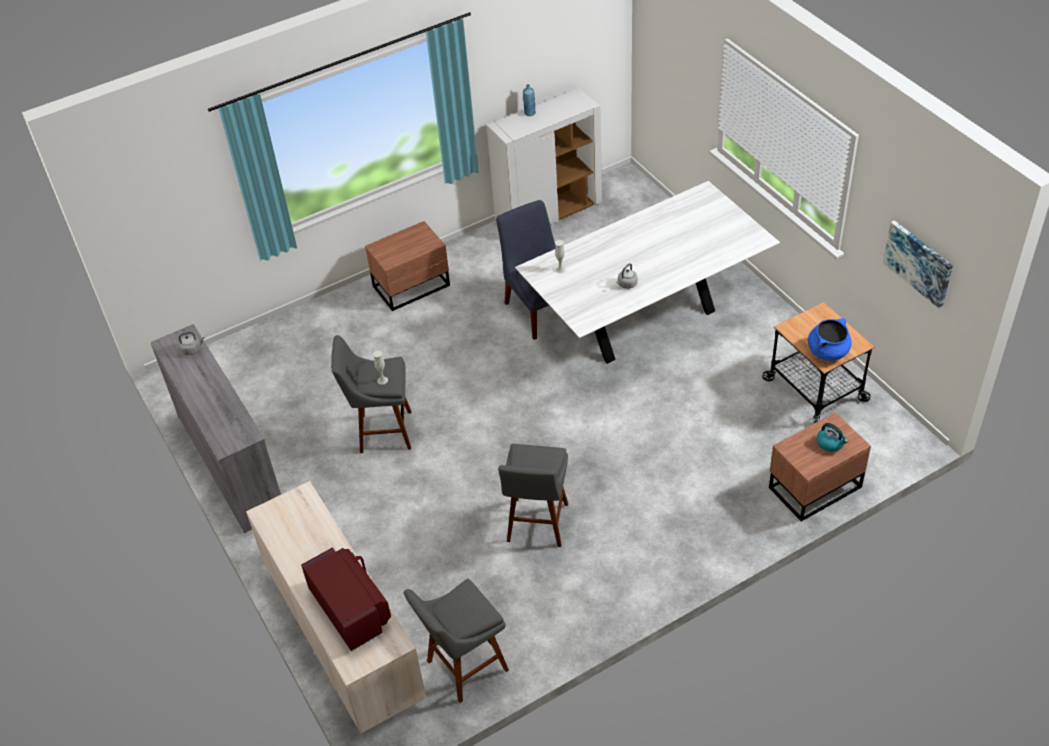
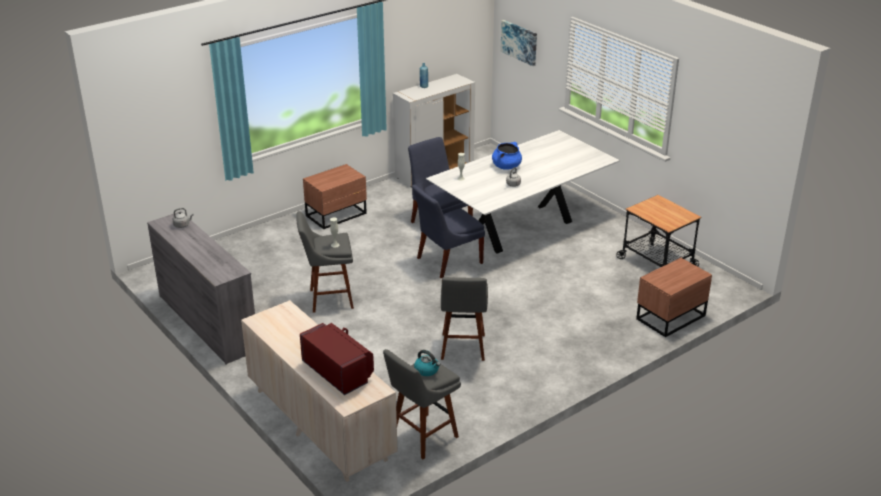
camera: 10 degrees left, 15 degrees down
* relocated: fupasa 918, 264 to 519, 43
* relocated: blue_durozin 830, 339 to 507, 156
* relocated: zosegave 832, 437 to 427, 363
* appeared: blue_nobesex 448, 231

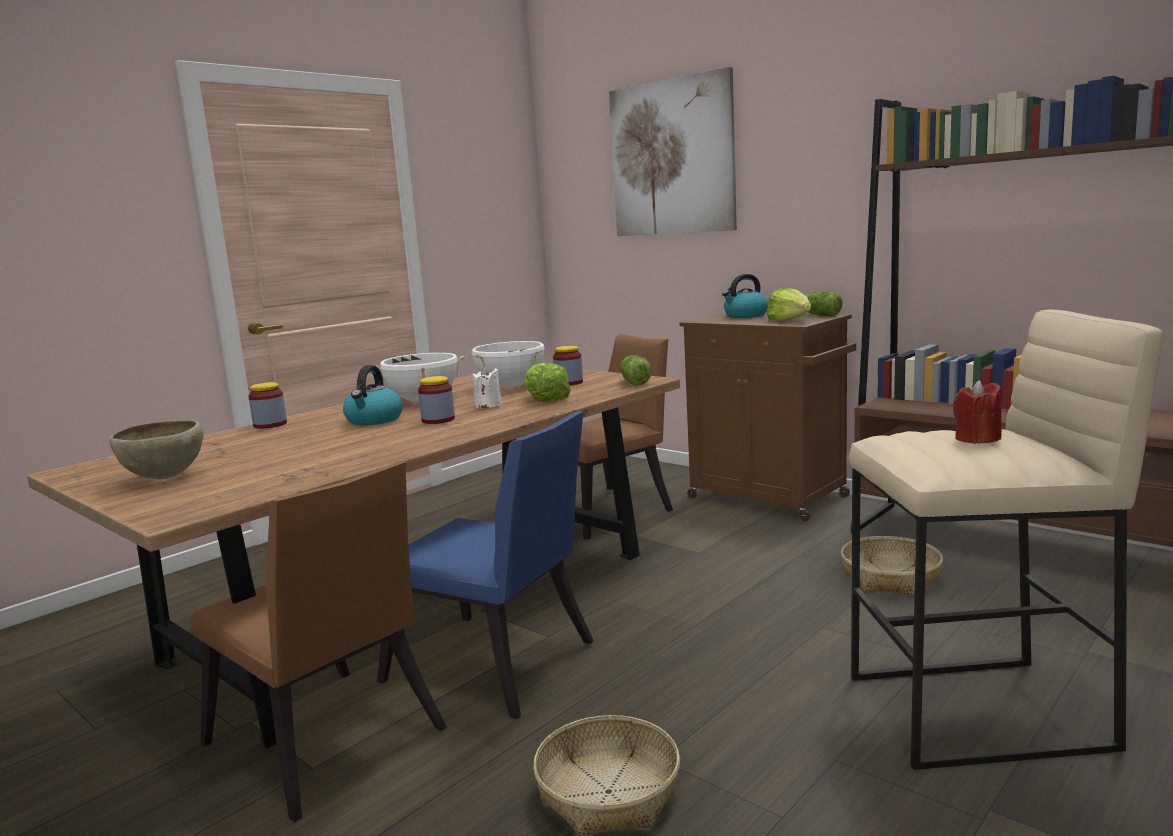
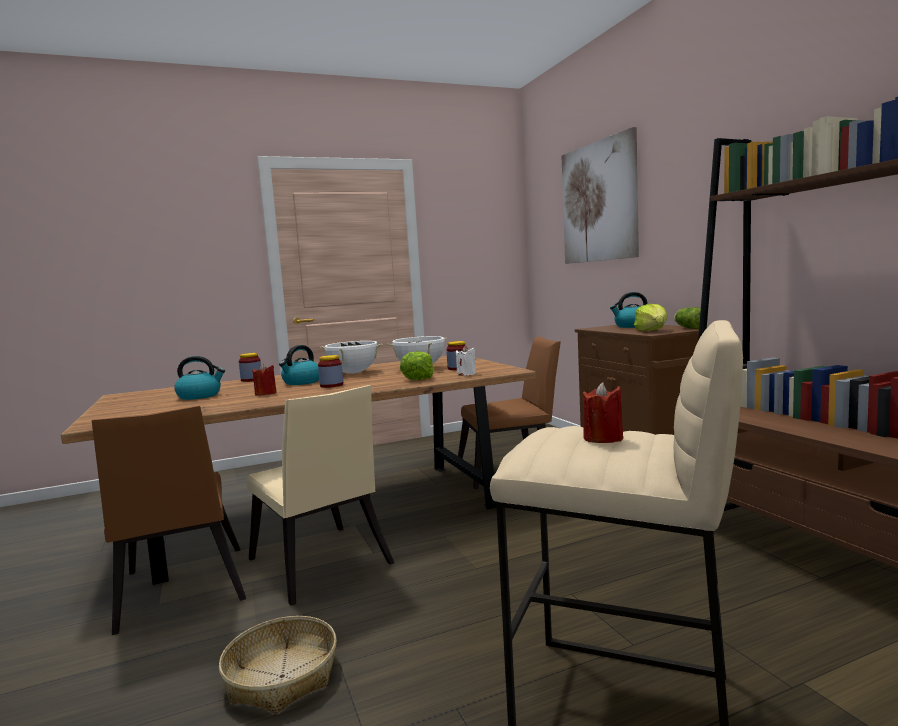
camera: 25 degrees right, 5 degrees down
* missing: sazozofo 636, 370
* relocated: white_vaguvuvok 487, 387 to 466, 360
* colour: blue_nobesex 485, 565 to beige_nobesex 321, 495
* missing: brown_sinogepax 156, 449
* missing: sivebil 892, 566
* appeared: zosegave 199, 378
* appeared: red_vaguvuvok 264, 379

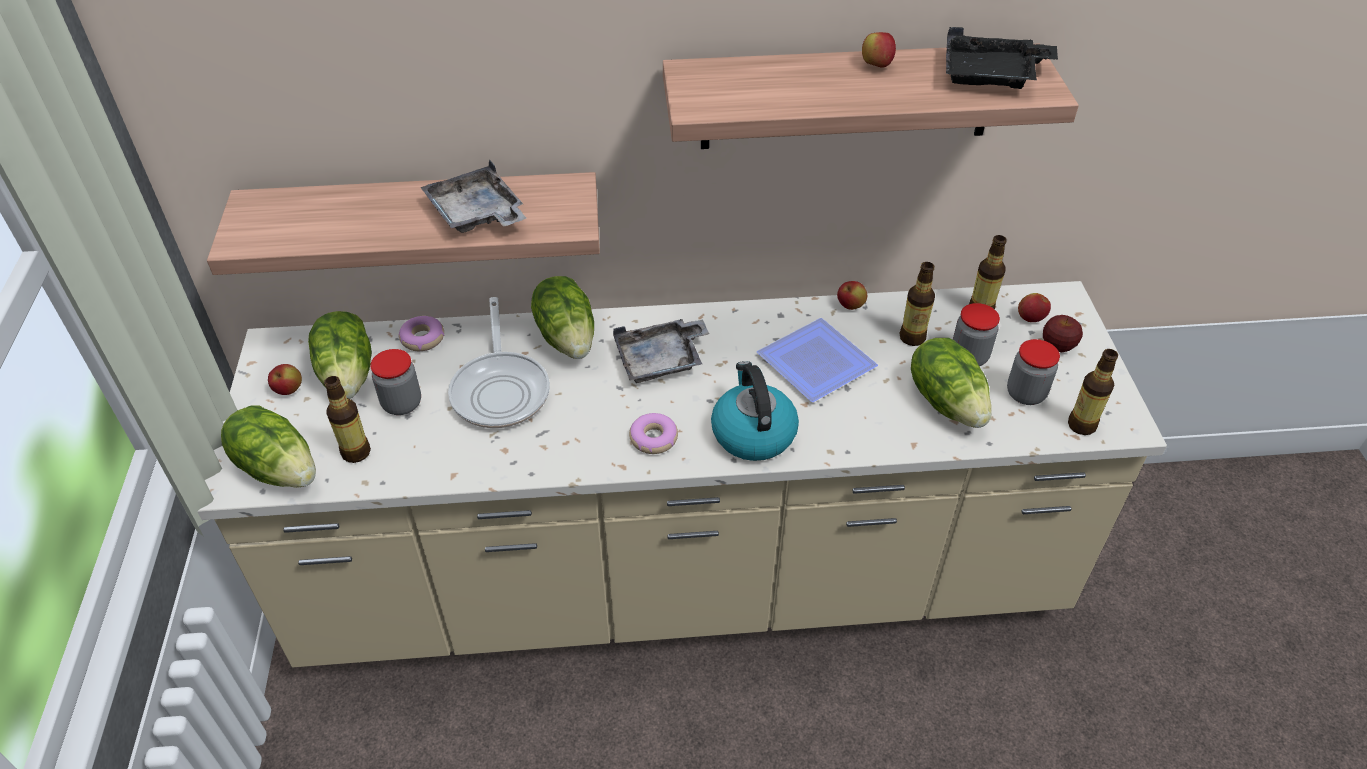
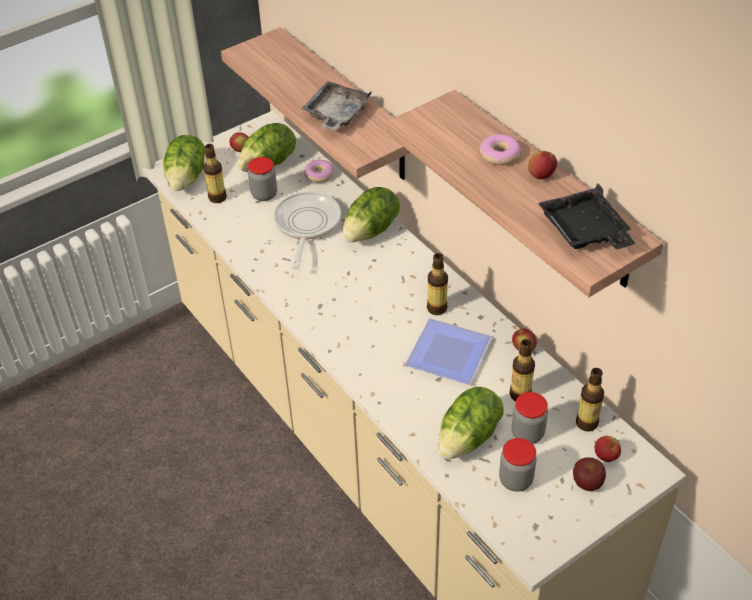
camera: 60 degrees right, 0 degrees up
* spun: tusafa 499, 362 = 307, 230 135 degrees clockwise
* missing: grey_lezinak 661, 351
* relocated: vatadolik 1093, 392 to 437, 284
* missing: zosegave 755, 411
* relocated: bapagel 653, 433 to 500, 149

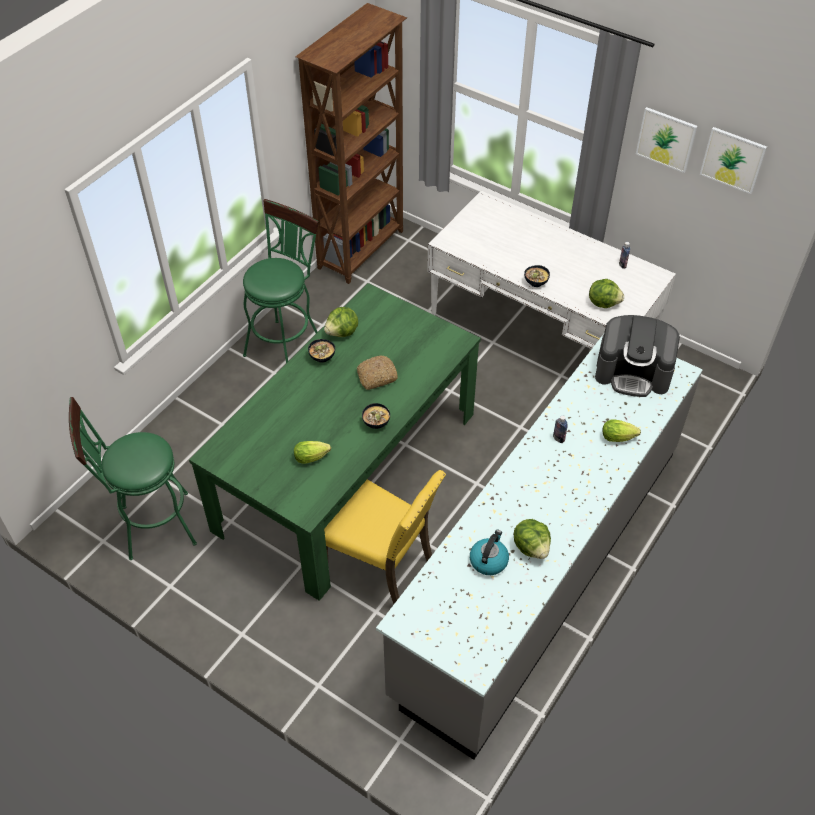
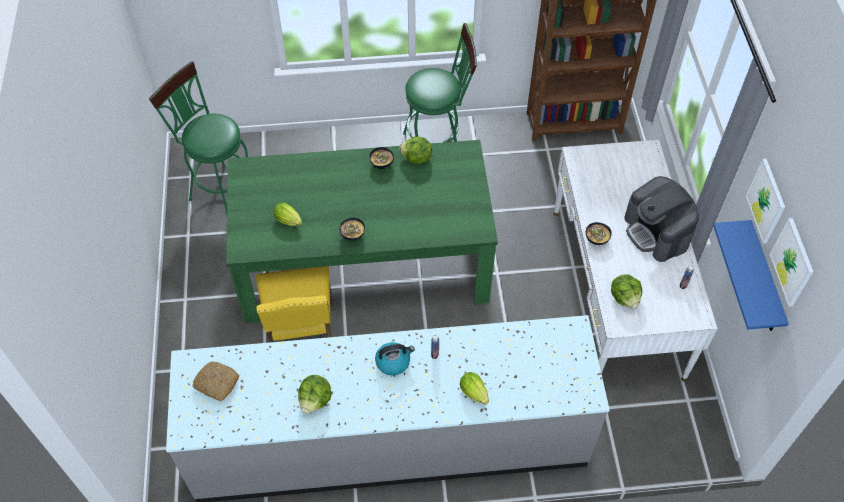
camera: 50 degrees right, 5 degrees up
* relocated: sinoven 637, 356 to 662, 219
* relocated: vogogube 377, 372 to 216, 381
* relocated: zosegave 489, 552 to 395, 359
* appeared: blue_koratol 751, 275

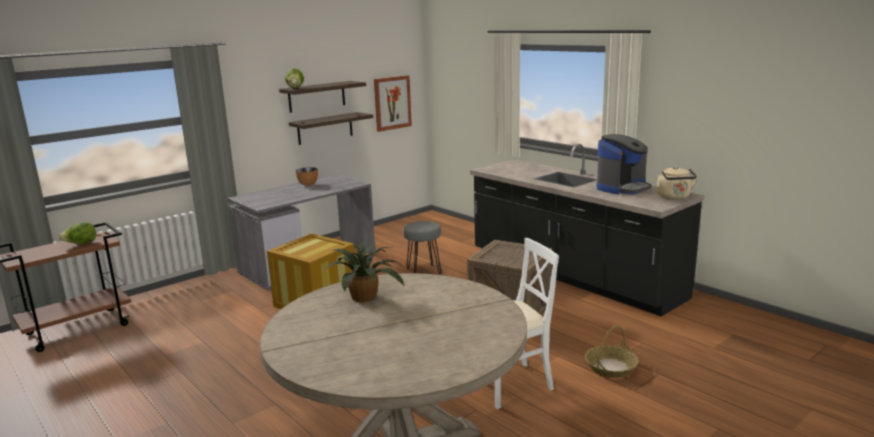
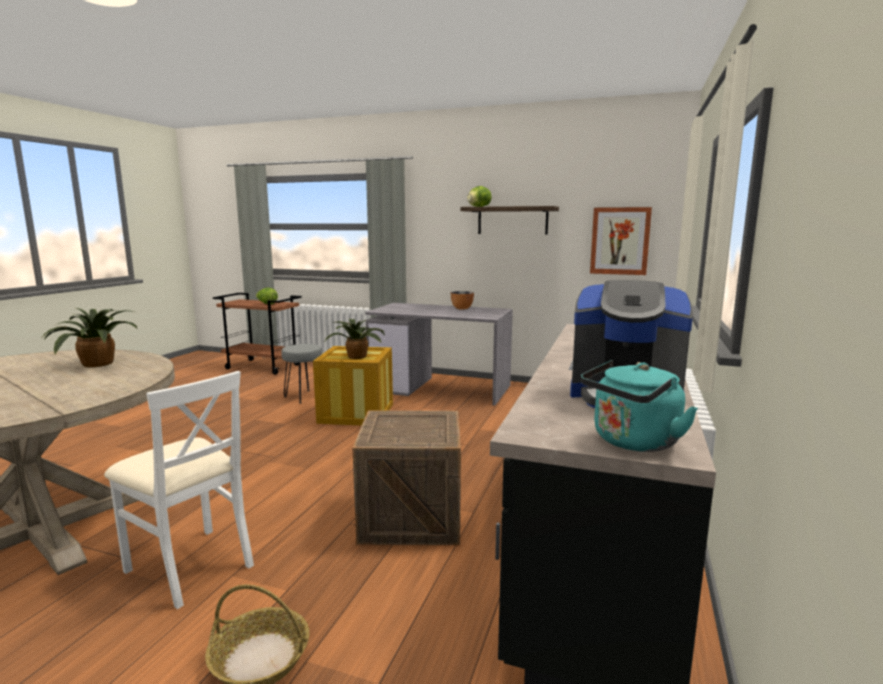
camera: 60 degrees right, 5 degrees down
* missing: koratol 331, 128
* colour: beige_zosegave 677, 182 to turquoise_zosegave 639, 406
* relocated: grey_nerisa 422, 248 to 301, 373
* appeared: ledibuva 355, 339

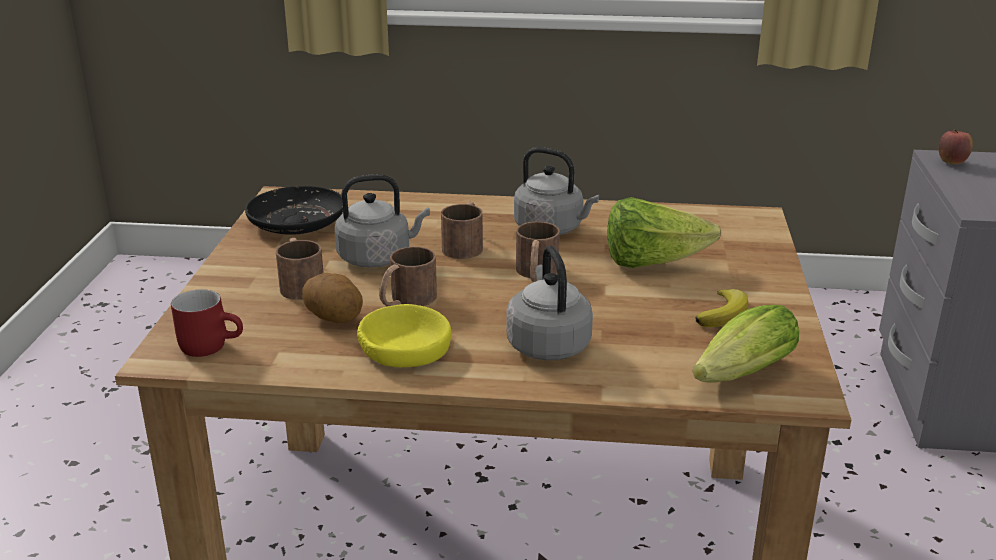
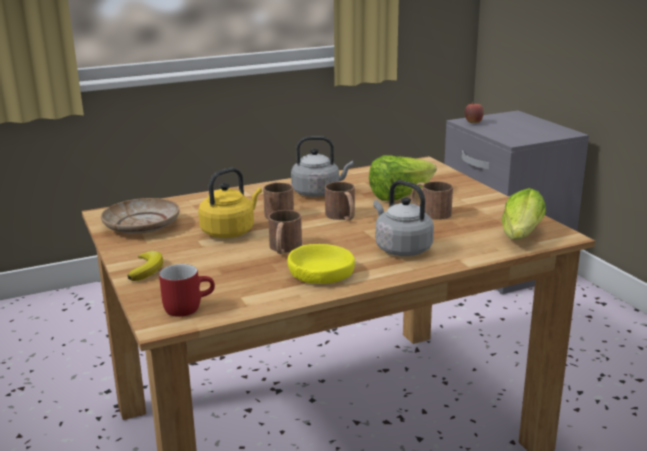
camera: 30 degrees left, 5 degrees down
* colour: grey_zosegave 382, 221 to yellow_zosegave 230, 202
* colour: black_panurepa 294, 210 to beige_panurepa 140, 216
* relocated: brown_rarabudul 300, 269 to 432, 200
* missing: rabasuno 332, 298
* relocated: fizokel 722, 308 to 145, 266

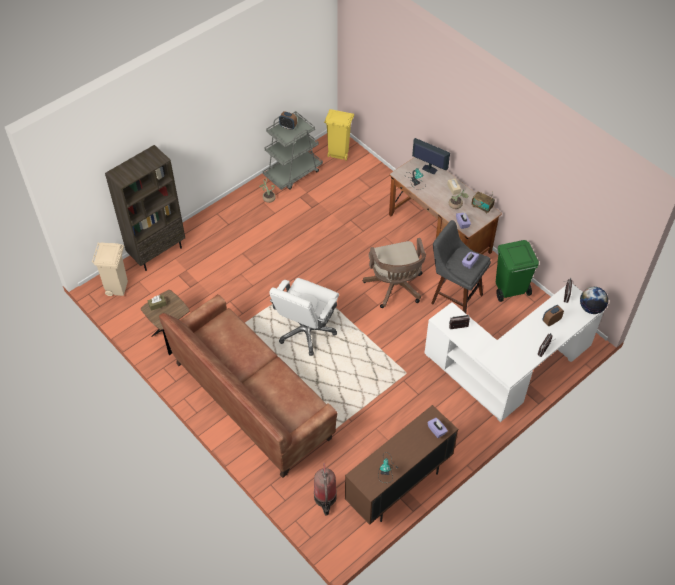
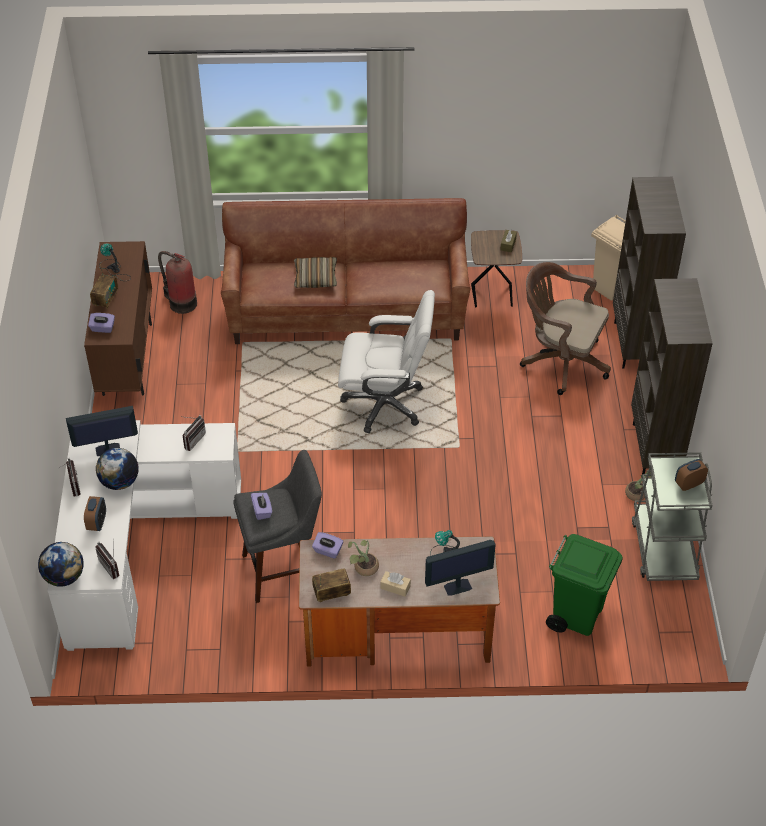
camera: 130 degrees right, 5 degrees down
* missing: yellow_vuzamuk 339, 135
* relocated: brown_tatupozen 394, 273 to 565, 328
* relocated: green_vuzamuk 517, 271 to 584, 585
* spun: white_tatupozen 304, 317 = 386, 361 120 degrees clockwise
* appeared: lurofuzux 315, 272
* appeared: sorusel 104, 286
* appeared: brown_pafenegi 672, 376
* appeared: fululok 102, 431
* appeared: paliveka 117, 469

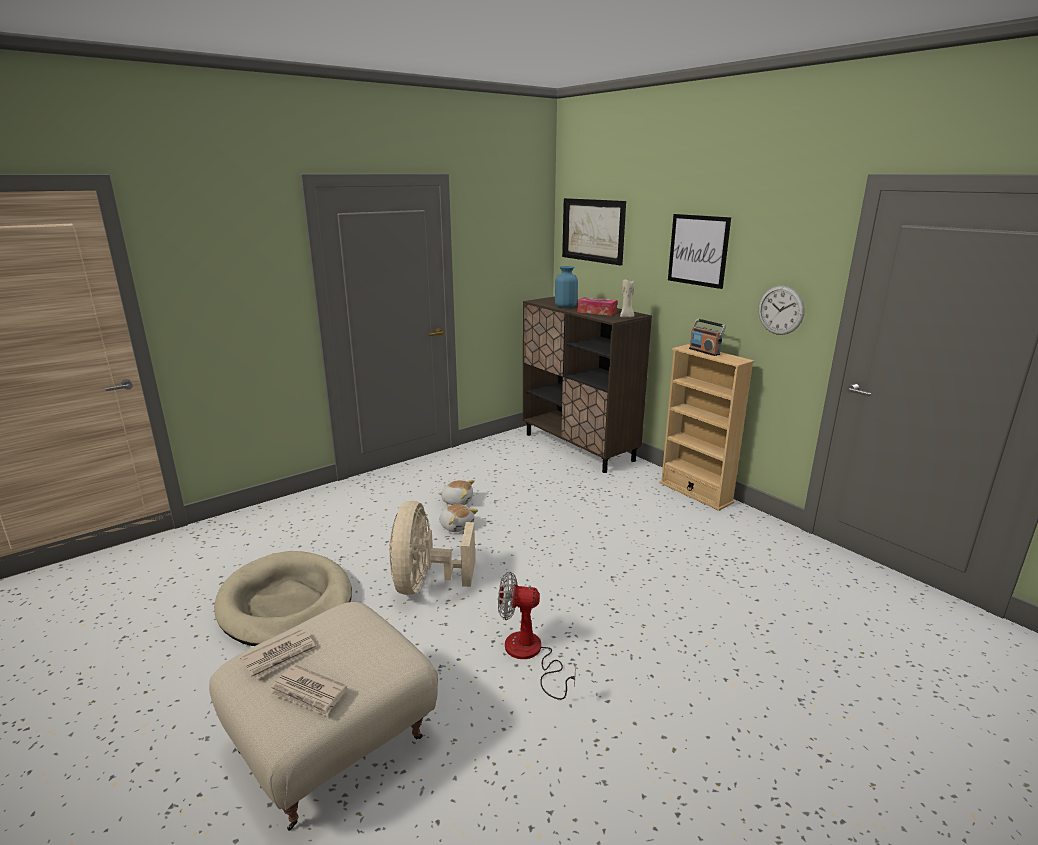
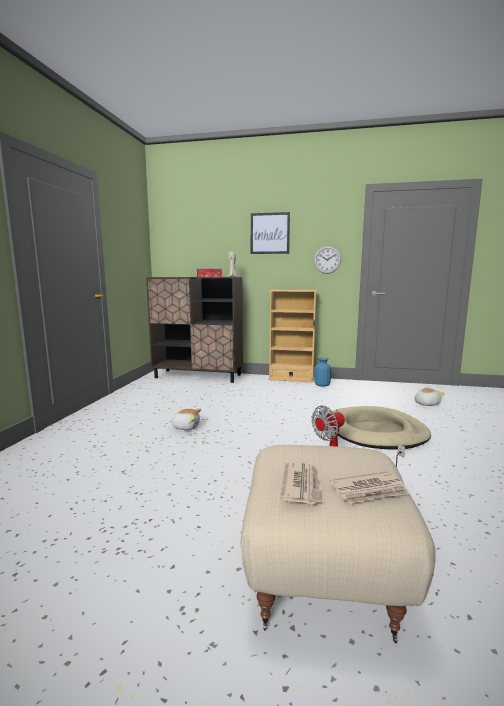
camera: 40 degrees left, 10 degrees down
* missing: fupasa 594, 231
* relocated: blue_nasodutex 566, 287 to 322, 372
* missing: sorusel 707, 337
* relocated: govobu 456, 492 to 430, 396
* missing: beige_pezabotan 432, 548
* relocated: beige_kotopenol 283, 598 to 380, 428

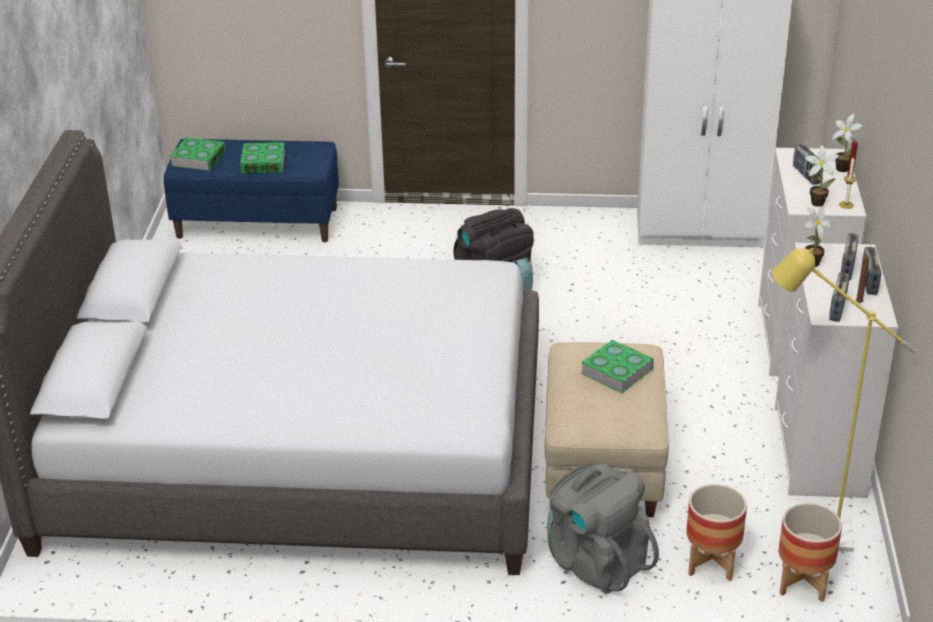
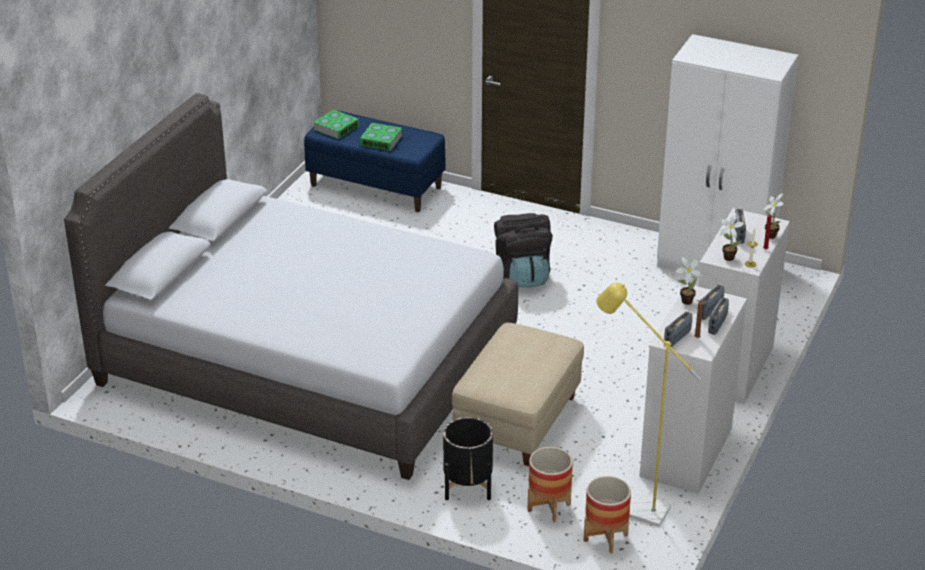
camera: 20 degrees right, 0 degrees up
* missing: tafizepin 617, 366
* exchanged: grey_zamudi 603, 529 to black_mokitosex 468, 458

